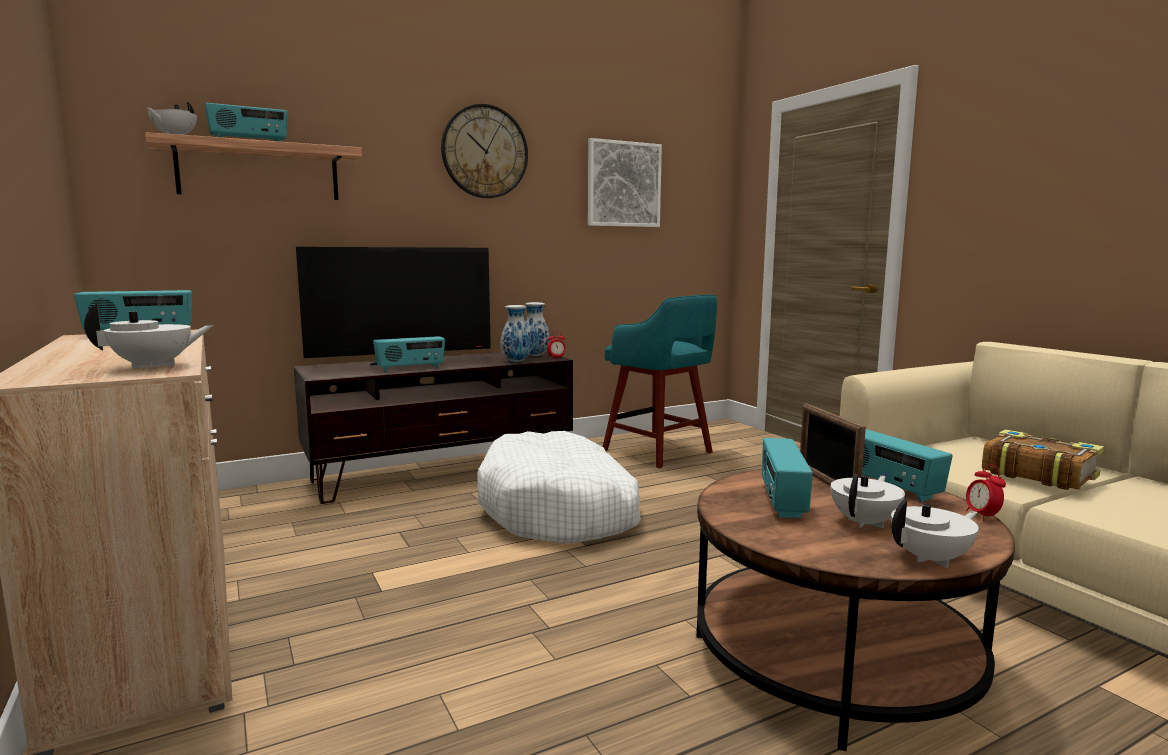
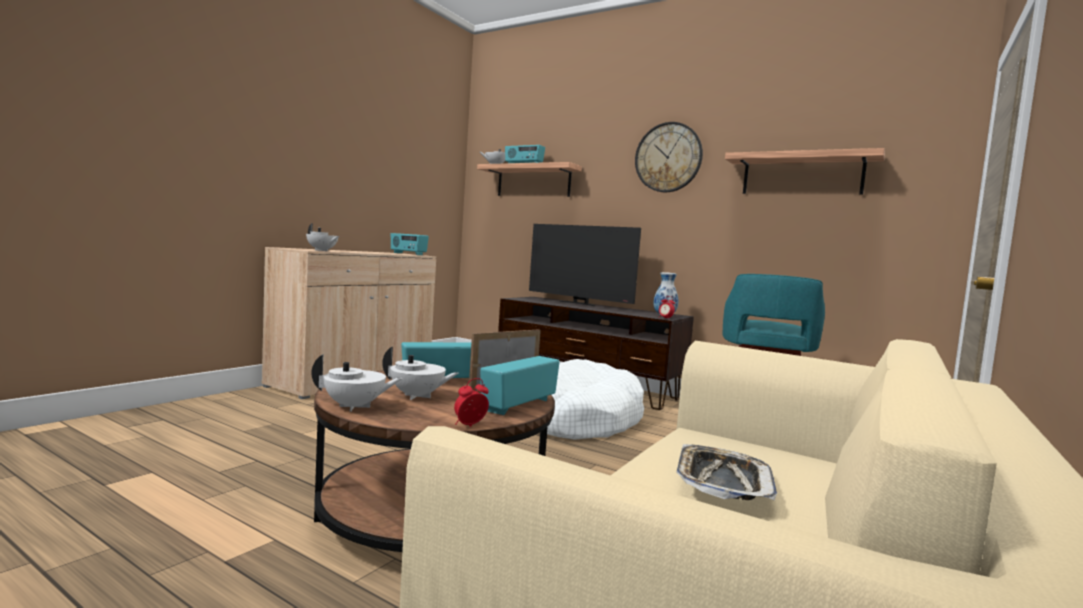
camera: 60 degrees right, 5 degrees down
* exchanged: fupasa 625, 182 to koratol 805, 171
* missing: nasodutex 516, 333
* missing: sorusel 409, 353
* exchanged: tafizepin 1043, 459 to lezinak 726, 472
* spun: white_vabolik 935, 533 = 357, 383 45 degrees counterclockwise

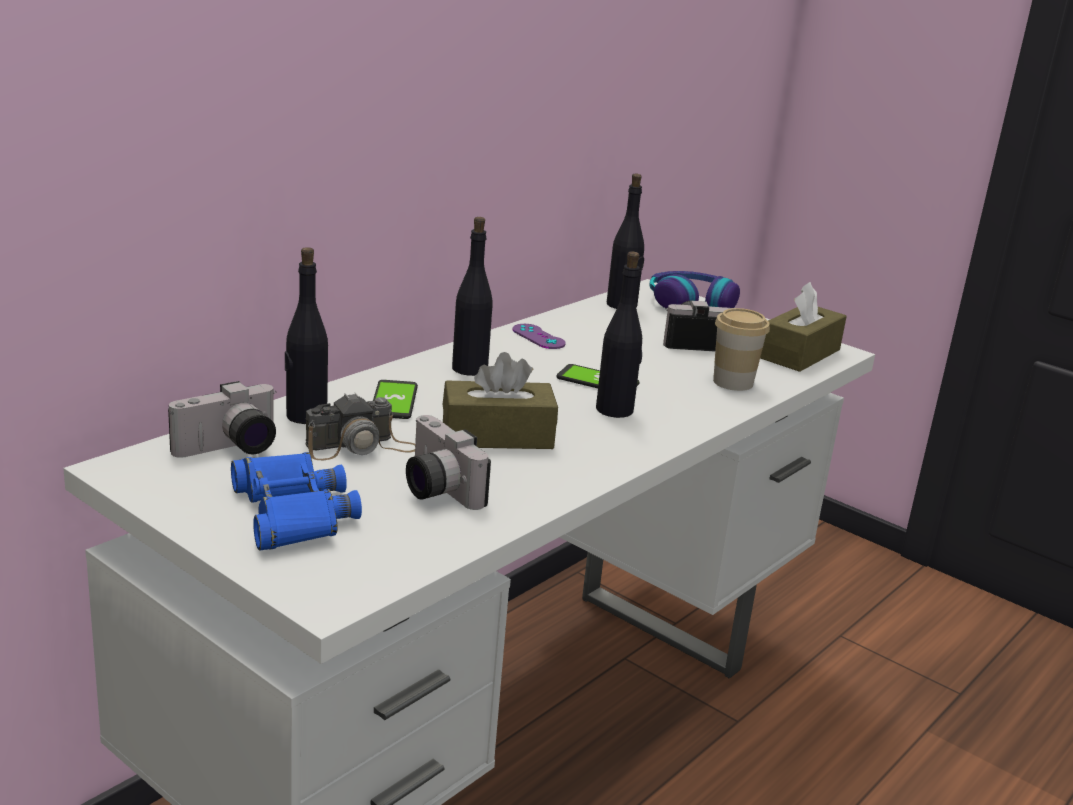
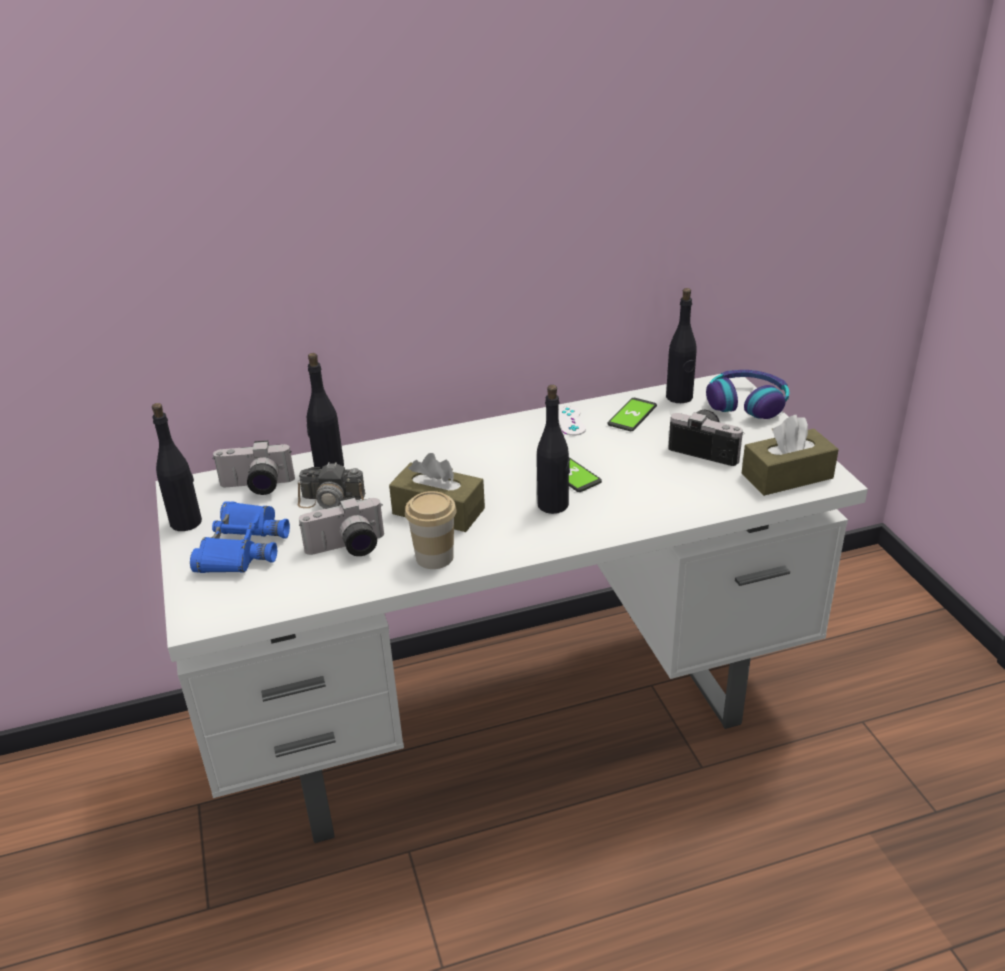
camera: 35 degrees right, 10 degrees up
* relocated: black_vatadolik 472, 296 to 177, 467
* relocated: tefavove 741, 349 to 431, 530
* colour: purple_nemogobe 539, 336 to white_nemogobe 572, 421
* relocated: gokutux 395, 399 to 632, 414
* spun: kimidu 448, 462 = 341, 526 105 degrees counterclockwise

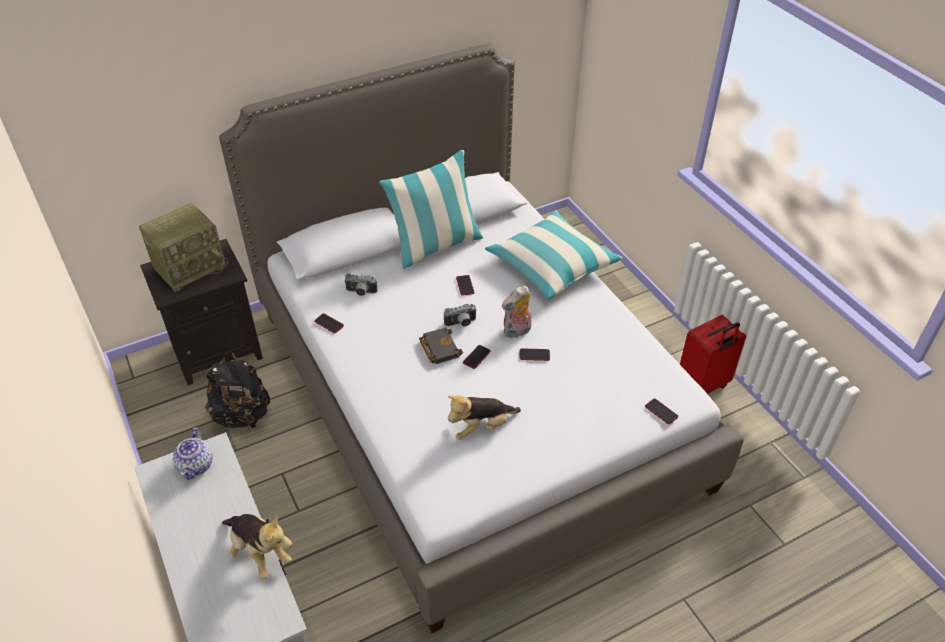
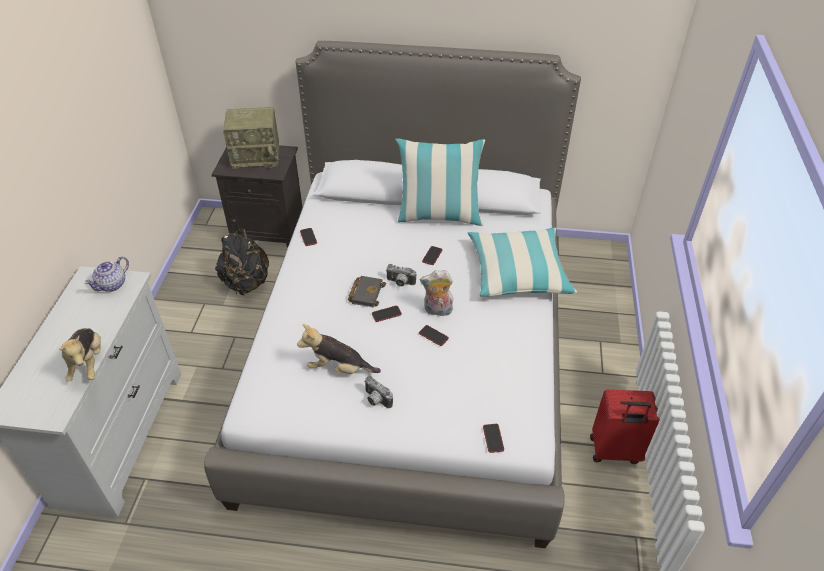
camera: 35 degrees right, 0 degrees up
* relocated: kimidu 360, 284 to 378, 391

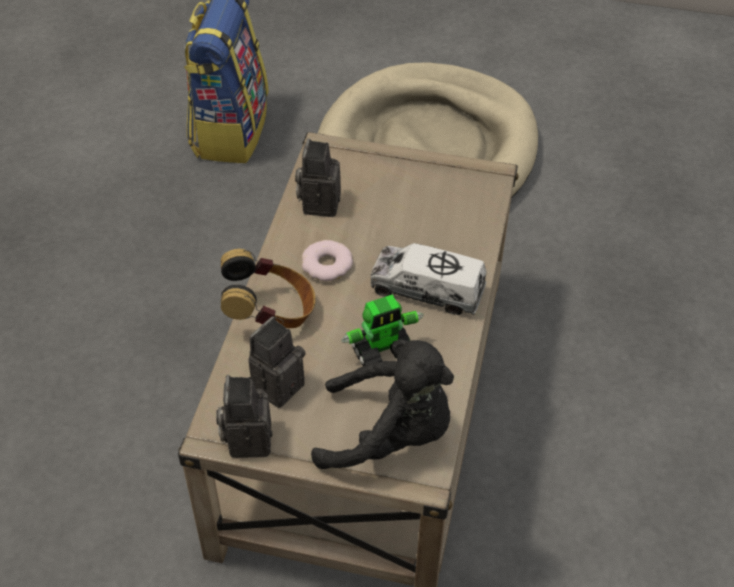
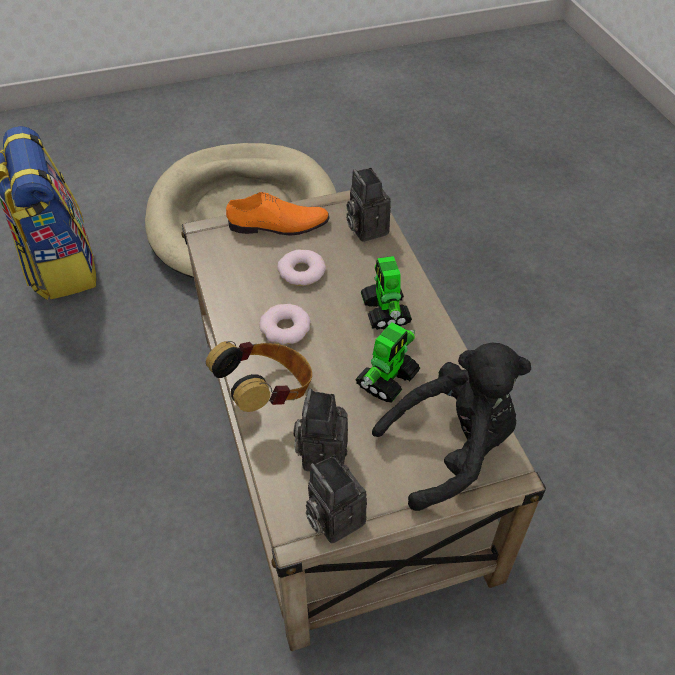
camera: 30 degrees left, 0 degrees up
* relocated: kimidu 318, 177 to 368, 205
* exchanged: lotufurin 428, 279 to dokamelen 386, 293
* appeared: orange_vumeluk 277, 214
* appeared: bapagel 301, 268

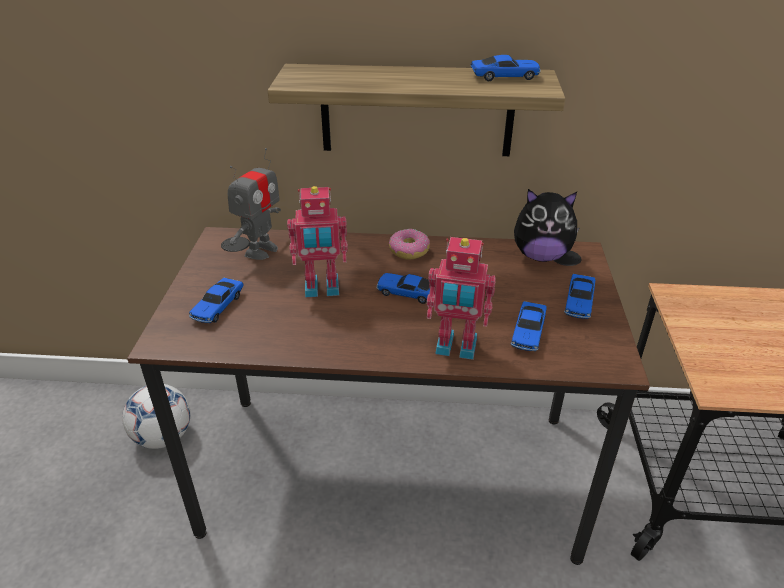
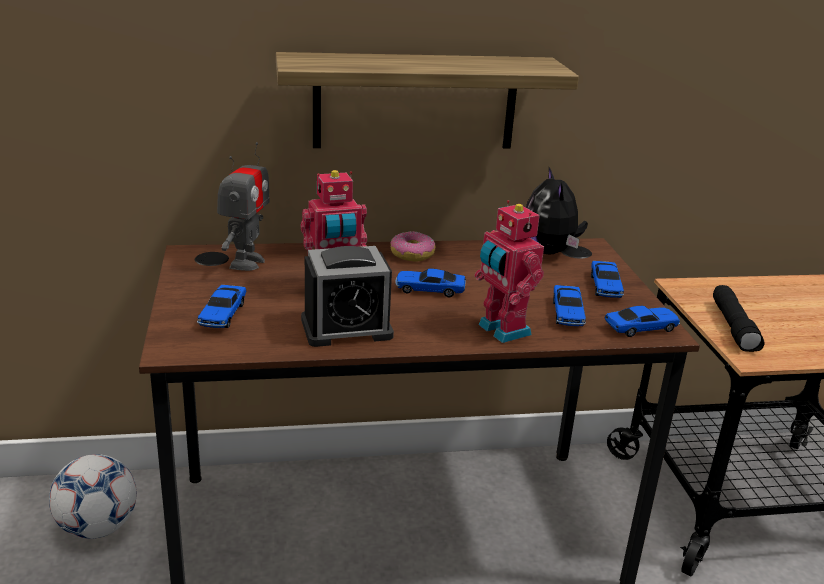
camera: 15 degrees left, 10 degrees down
* relocated: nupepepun 506, 68 to 642, 321
* spun: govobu 547, 225 = 557, 211 90 degrees clockwise
* spun: dokamelen 461, 298 = 509, 271 60 degrees clockwise
* appeared: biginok 347, 296
* appeared: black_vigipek 739, 318

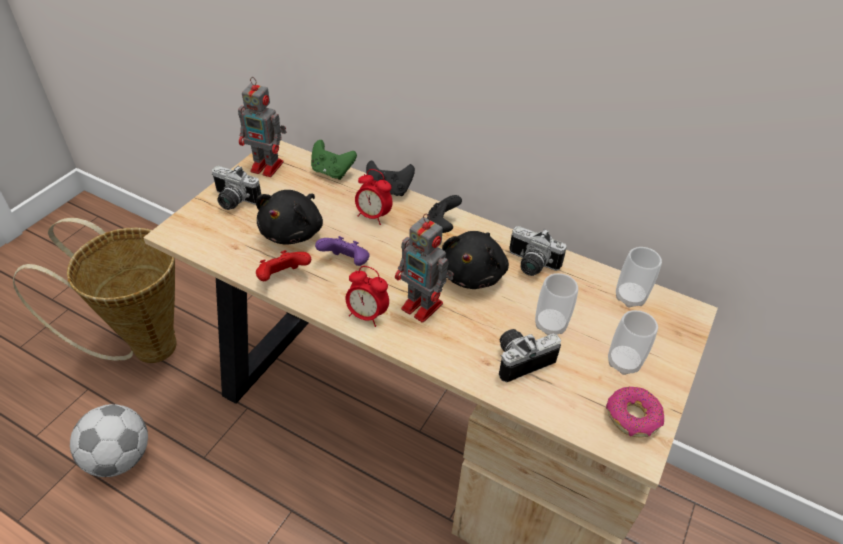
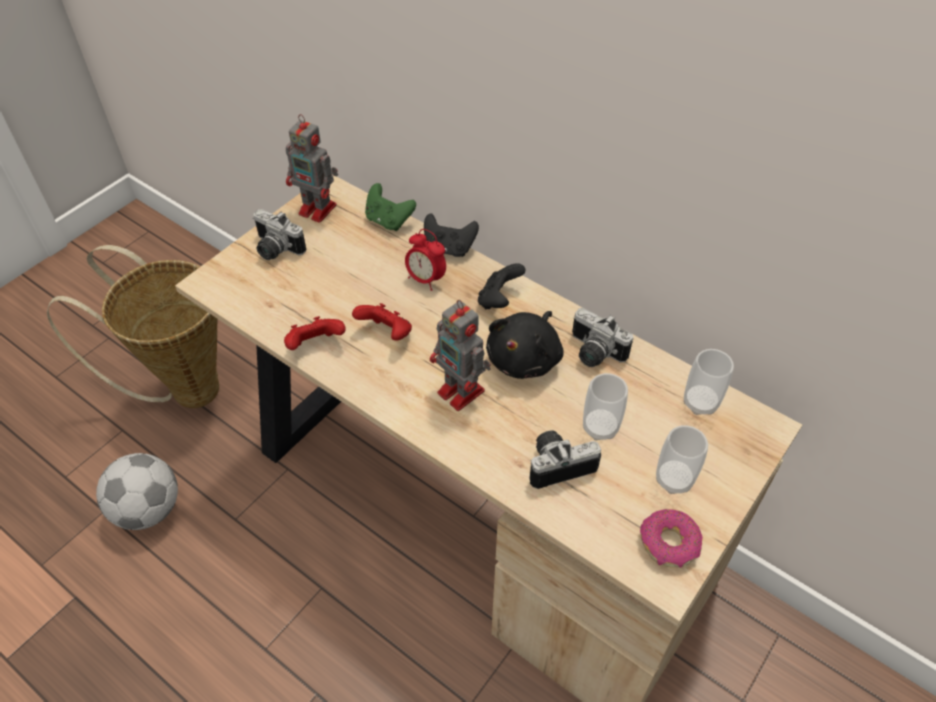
camera: 10 degrees right, 5 degrees up
* missing: black_govobu 289, 217
* colour: purple_nemogobe 342, 251 to red_nemogobe 382, 322
* missing: biginok 367, 296

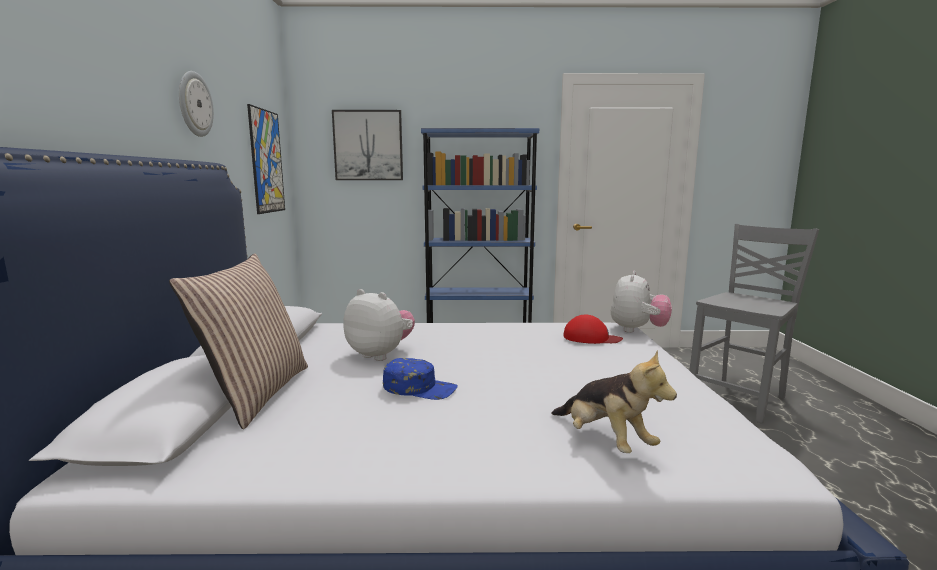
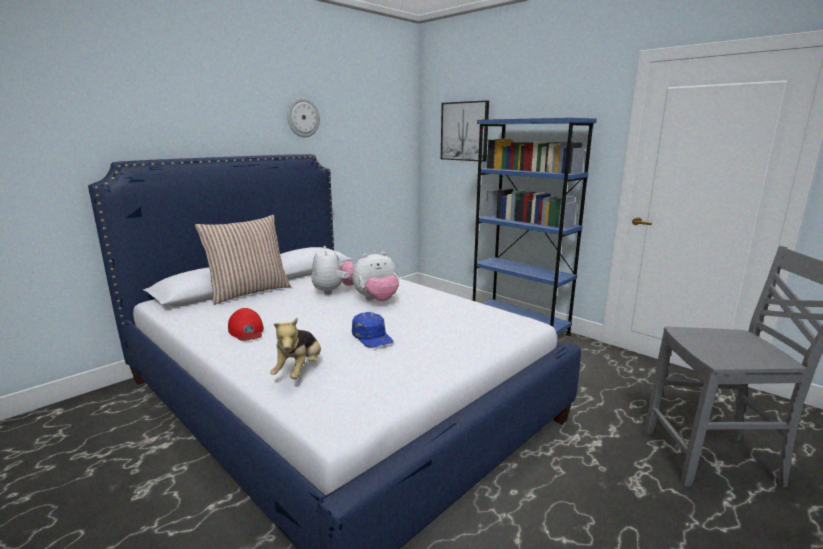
camera: 45 degrees right, 5 degrees up
* missing: fupasa 266, 159
* relocated: govobu 641, 302 to 375, 276
* relocated: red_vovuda 593, 329 to 246, 324
* relocated: blue_vovuda 420, 379 to 373, 330

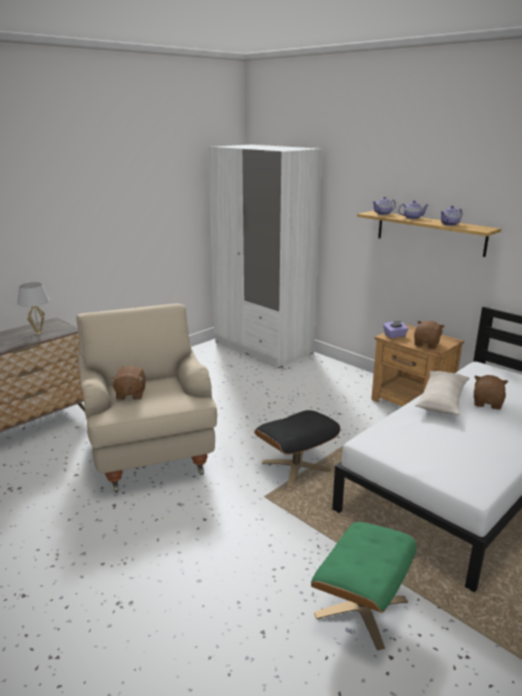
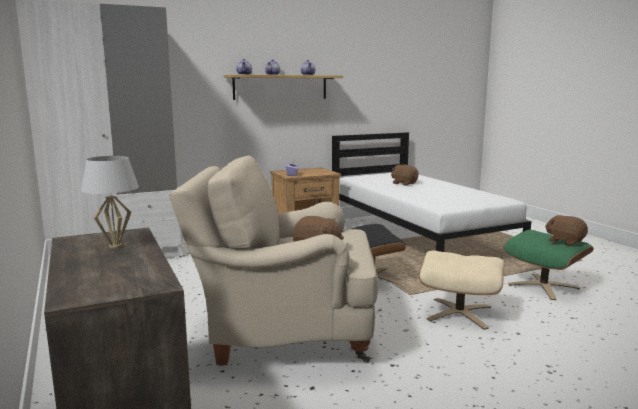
camera: 70 degrees left, 10 degrees down
* relocated: brown_govobu 429, 335 to 566, 230
* missing: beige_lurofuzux 442, 393
* appeared: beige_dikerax 461, 290

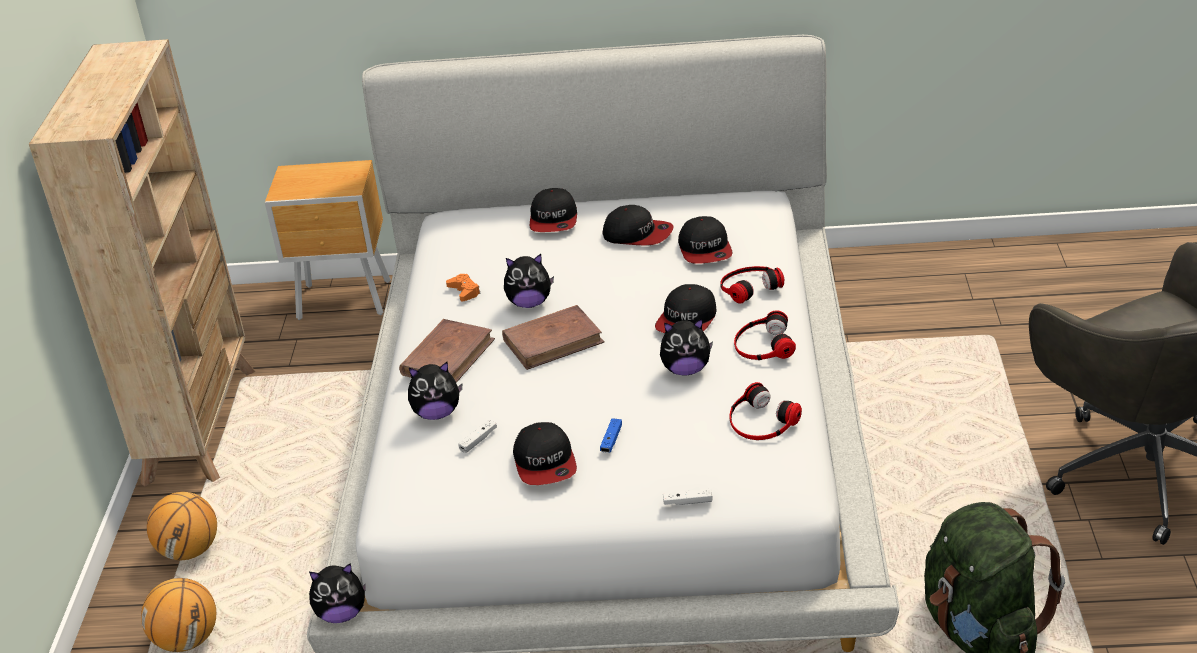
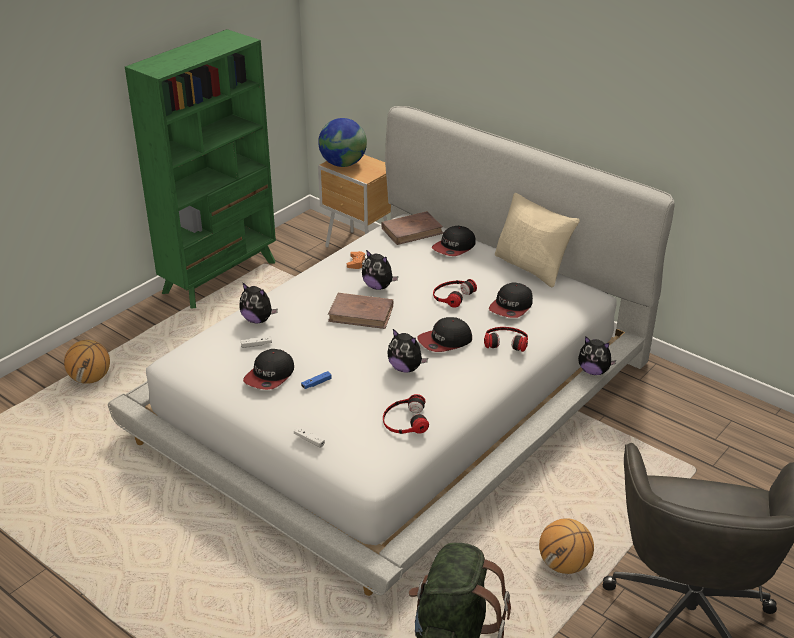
camera: 35 degrees right, 0 degrees up
* colour: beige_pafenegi 142, 263 to green_pafenegi 200, 169
* missing: vovuda 638, 225
* relocated: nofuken 765, 335 to 455, 293
* relocated: brown_tafizepin 447, 351 to 412, 228
* relocated: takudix 182, 526 to 566, 546
* relocated: govobu 337, 593 to 597, 355
* appeared: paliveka 342, 142
* appeared: beige_lurofuzux 537, 240

